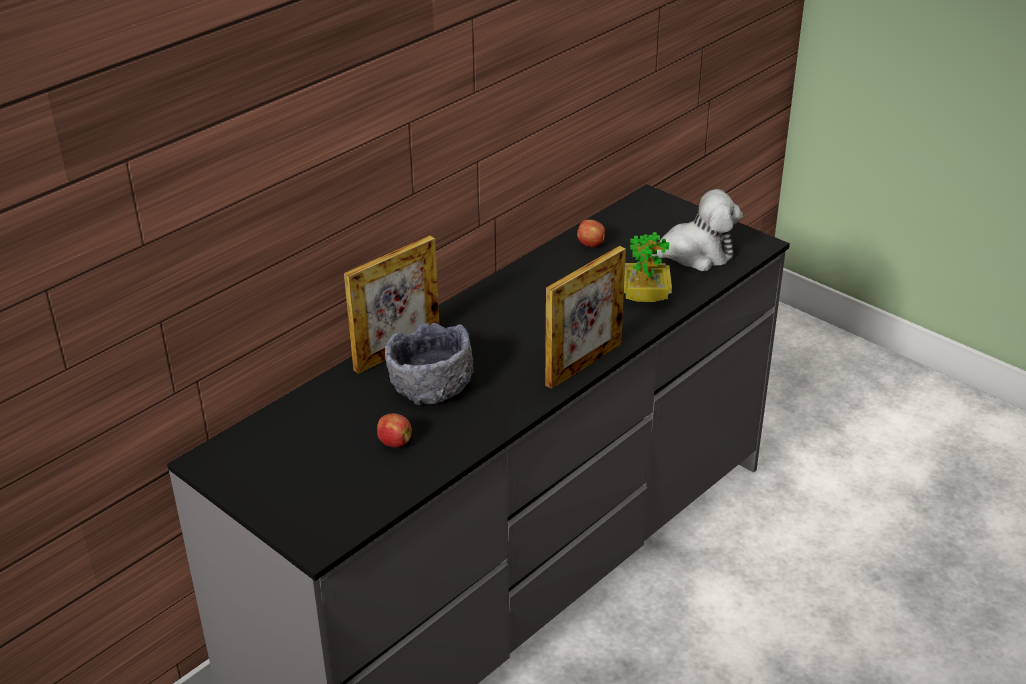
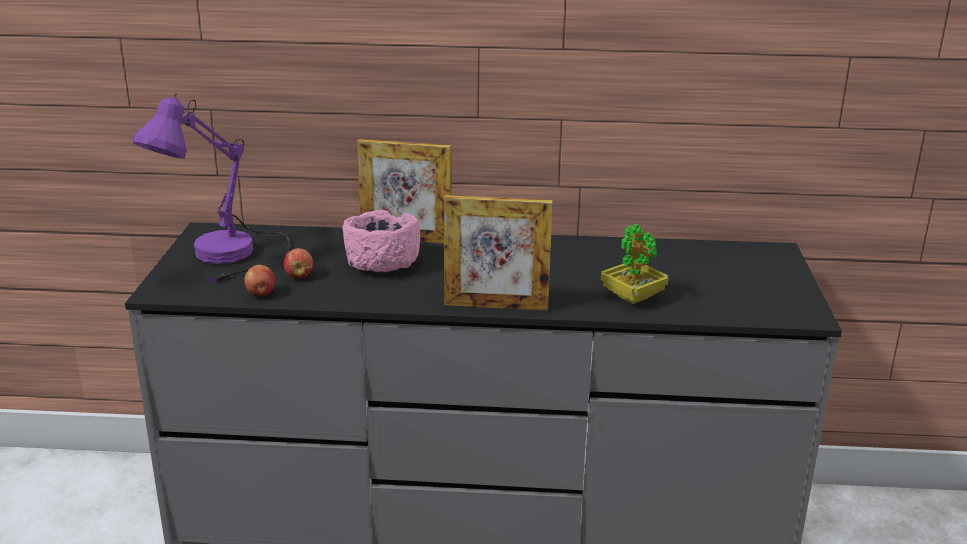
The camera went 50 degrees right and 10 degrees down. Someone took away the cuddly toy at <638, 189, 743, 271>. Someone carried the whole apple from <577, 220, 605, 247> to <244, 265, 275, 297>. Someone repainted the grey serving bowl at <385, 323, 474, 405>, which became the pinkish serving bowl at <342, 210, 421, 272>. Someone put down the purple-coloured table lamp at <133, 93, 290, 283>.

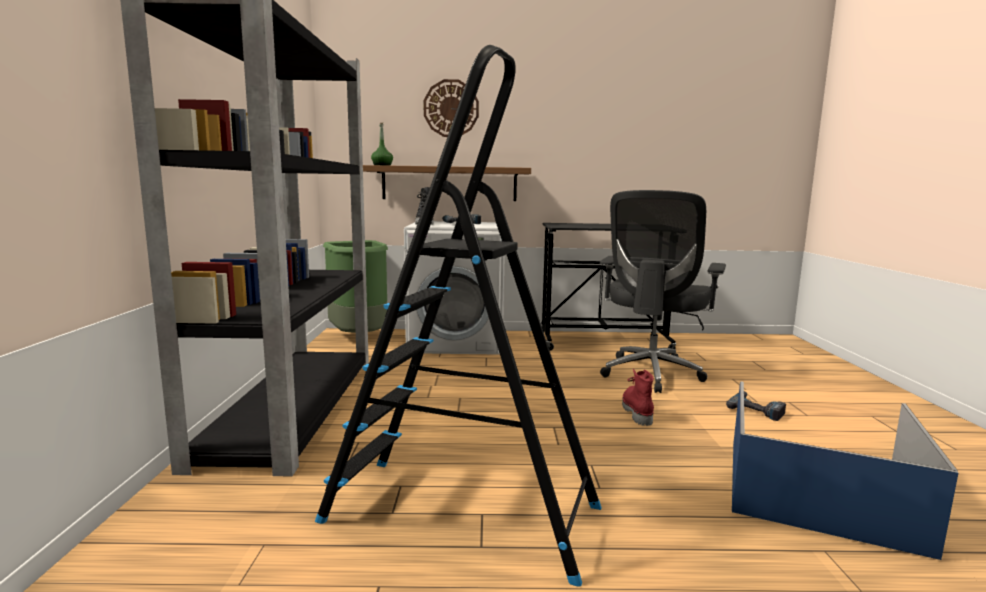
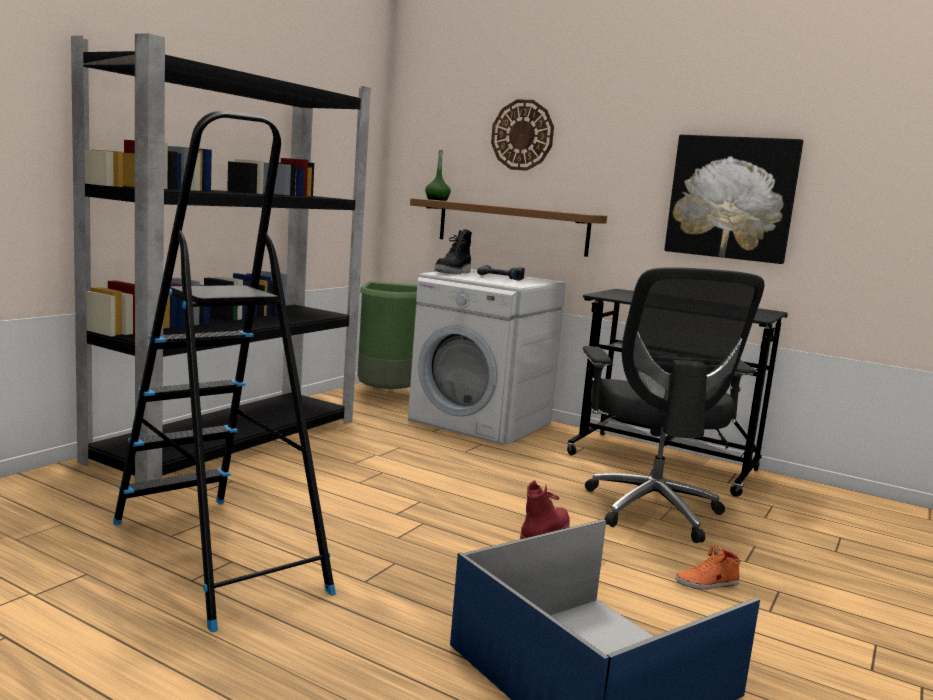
The camera went 30 degrees right and 0 degrees up. Someone rotated the computer chair at <600, 190, 726, 393> by 60 degrees counterclockwise. Someone swapped the drill at <726, 391, 786, 421> for the orange-coloured shoe at <676, 545, 740, 589>. Someone put up the wall art at <664, 135, 803, 264>.

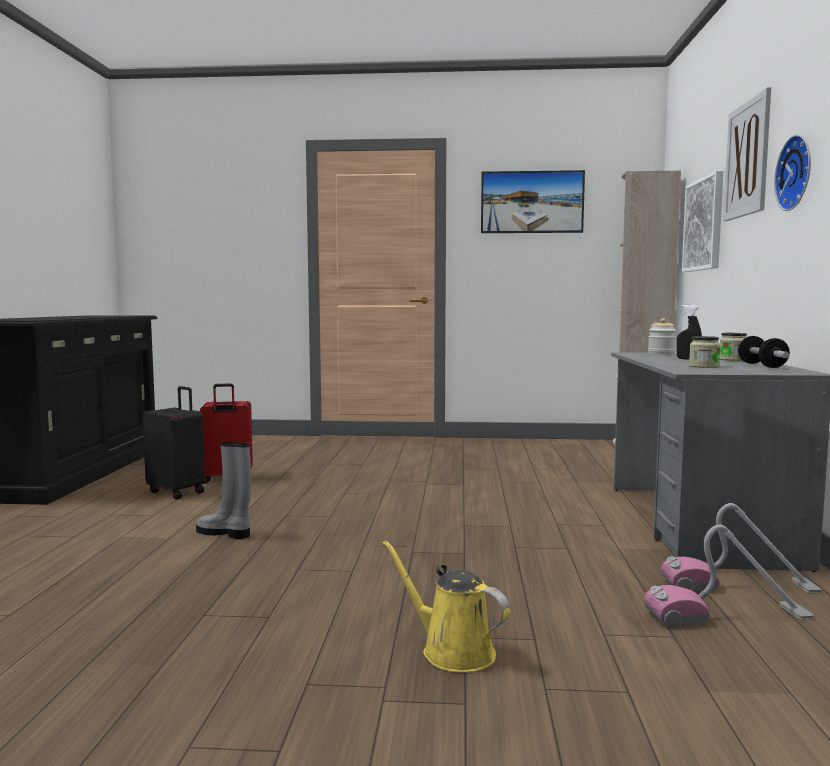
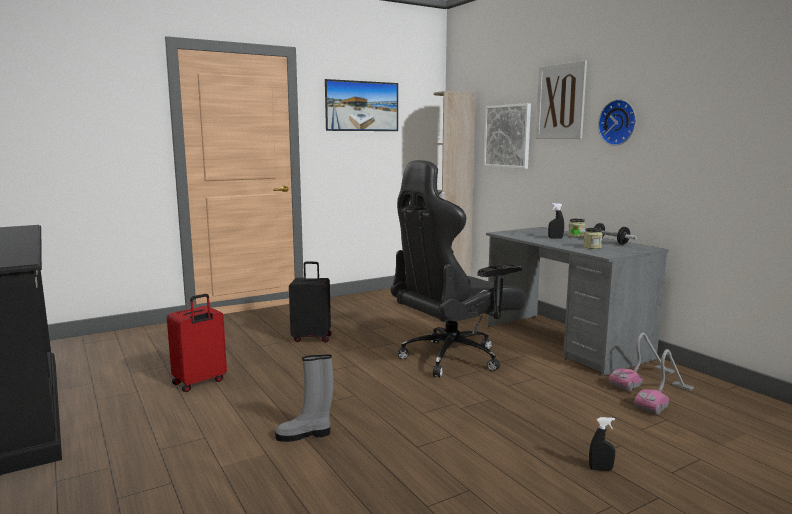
The camera went 35 degrees left and 5 degrees up. Someone took away the storage jar at <648, 318, 676, 354>. Someone carried the black-coloured suitcase from <142, 386, 205, 499> to <289, 262, 331, 343>. Someone swapped the yellow-coloured sprinkling can at <383, 540, 510, 672> for the black-coloured sprayer at <589, 417, 615, 471>. Someone put down the black-coloured computer chair at <391, 160, 526, 378>.

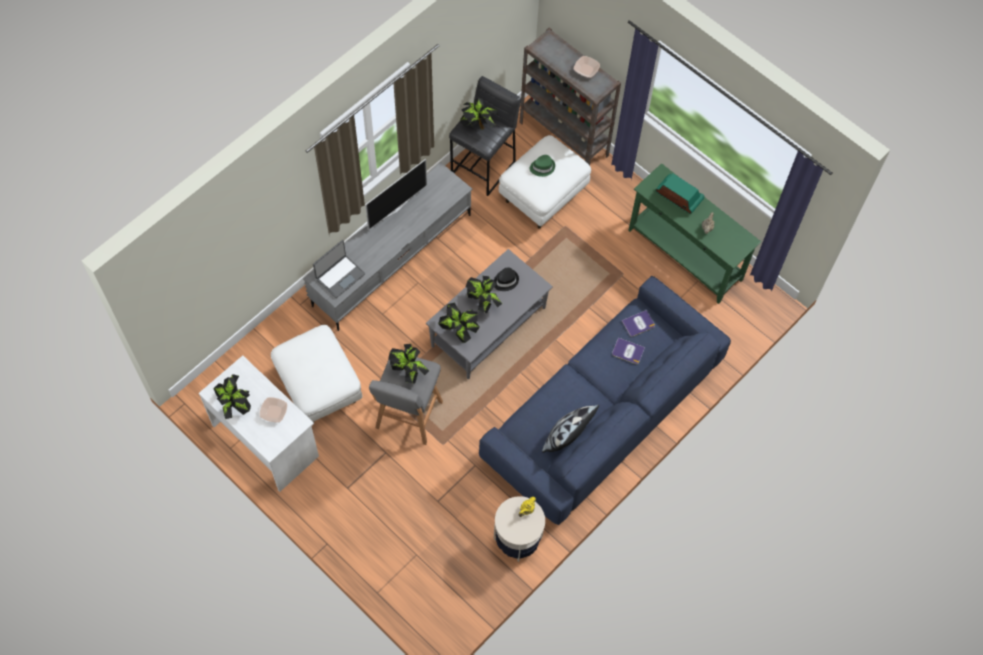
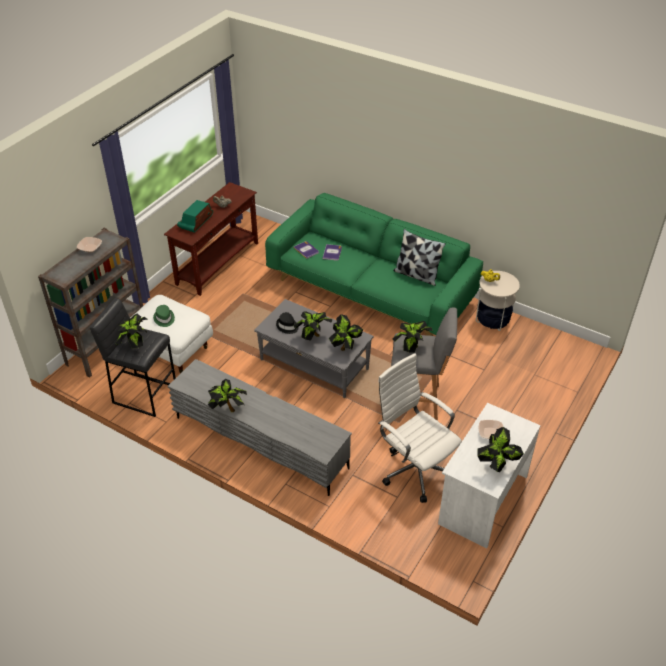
The camera went 100 degrees left and 20 degrees down. Someone swapped the television at <365, 159, 427, 230> for the plant in a pot at <208, 379, 247, 412>. Someone repainted the green-coloured console table at <628, 163, 761, 304>, which became the brown console table at <164, 182, 258, 296>. Someone took away the notebook computer at <313, 240, 365, 298>. Someone repainted the blue-coloured sofa at <479, 276, 731, 525>, which became the green-coloured sofa at <265, 193, 483, 336>. Someone swapped the white-coloured ottoman at <271, 325, 362, 422> for the white-coloured computer chair at <378, 353, 462, 503>.

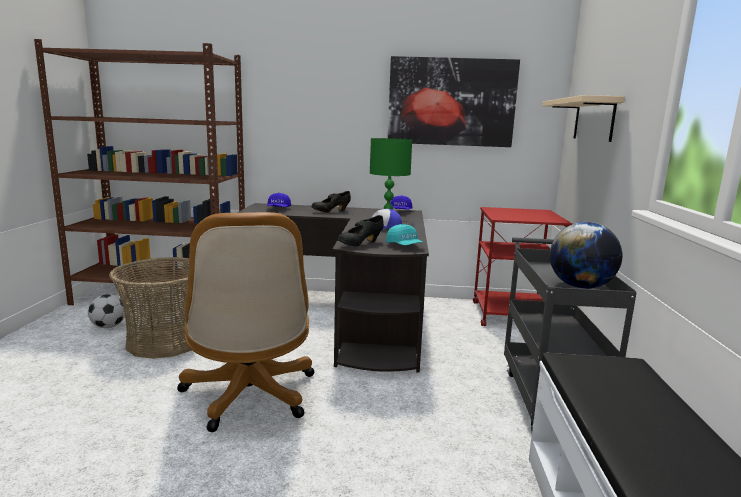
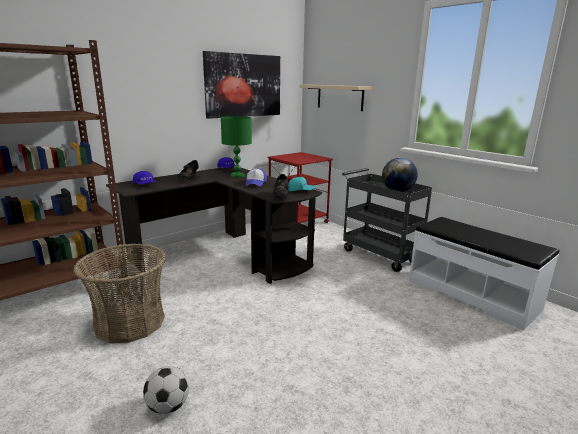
The camera went 45 degrees left and 5 degrees up. Someone took away the computer chair at <177, 212, 314, 432>. Someone carried the football ball from <88, 294, 125, 328> to <143, 366, 189, 414>.

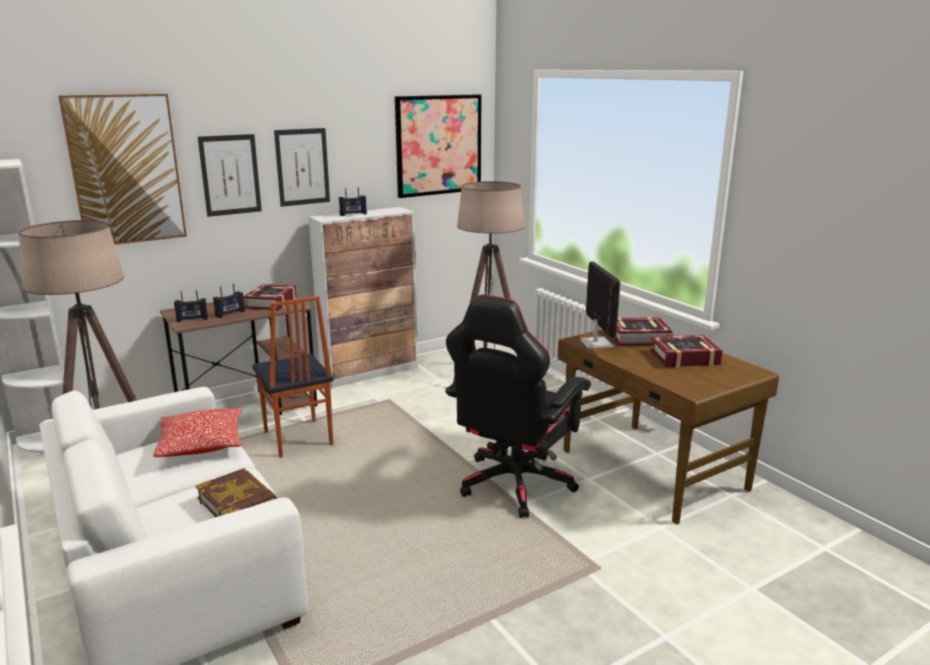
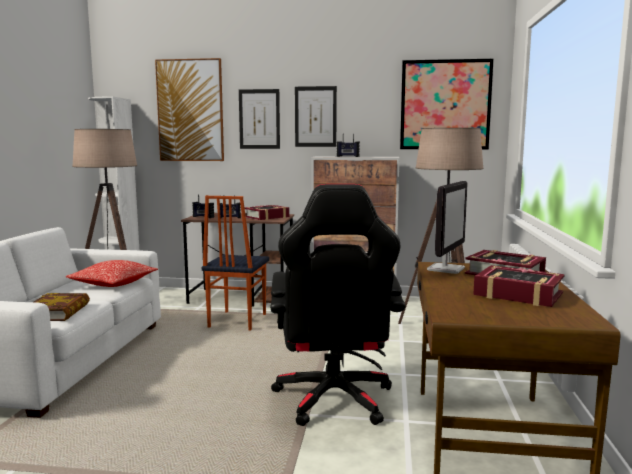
The camera went 40 degrees right and 10 degrees down. Someone rotated the black-coloured computer chair at <445, 294, 591, 518> by 75 degrees counterclockwise.

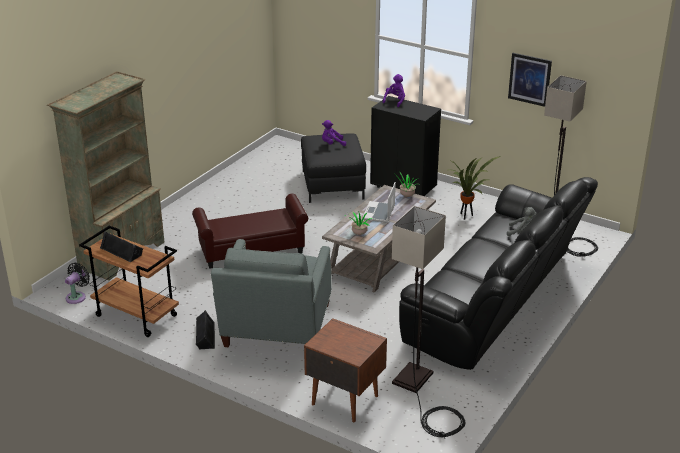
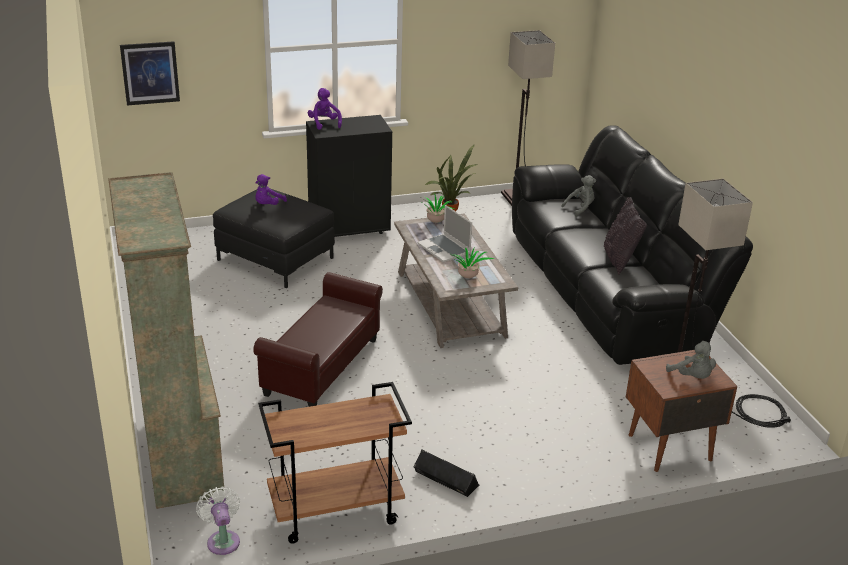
The camera went 50 degrees left and 0 degrees up. Someone carried the wall art from <508, 53, 552, 107> to <120, 41, 180, 105>. Someone took away the black-coloured audio speaker at <100, 231, 143, 262>. Someone took away the grey easy chair at <211, 239, 332, 347>. Someone repainted the black-coloured cooling fan at <65, 263, 90, 304>, which became the white-coloured cooling fan at <196, 486, 240, 555>. Someone put down the black-coloured throw pillow at <604, 197, 647, 275>. Someone put down the grey cuddly toy at <666, 341, 716, 379>.

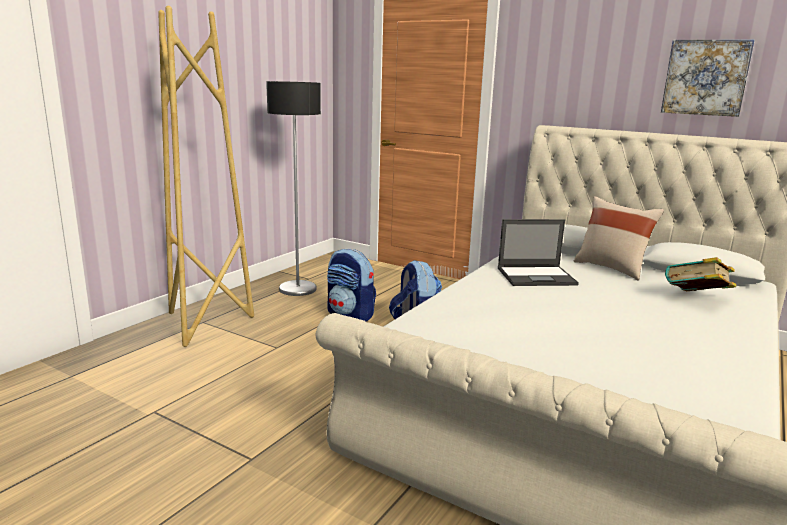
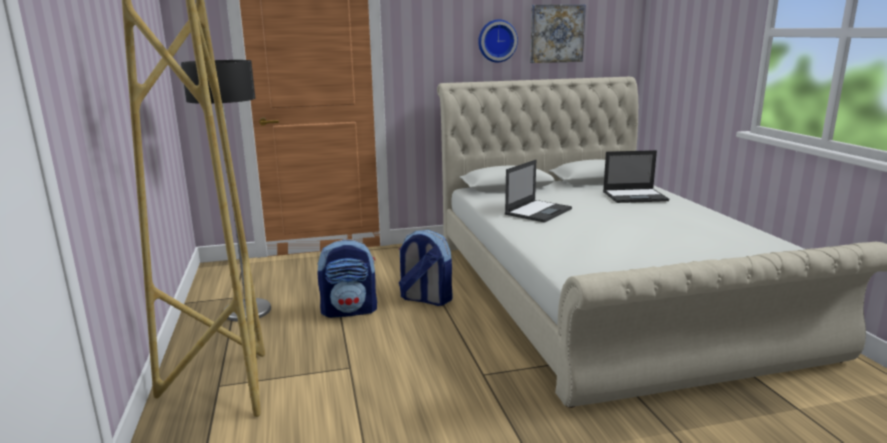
The camera went 45 degrees left and 0 degrees up. Someone took away the beige-coloured throw pillow at <574, 196, 664, 281>. Someone swapped the volume at <665, 257, 736, 291> for the notebook computer at <603, 150, 669, 203>. Someone put up the clock on the wall at <478, 19, 518, 62>.

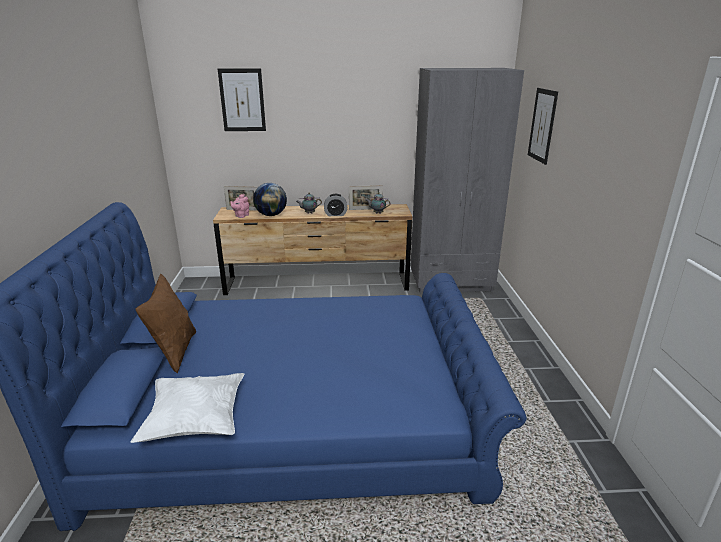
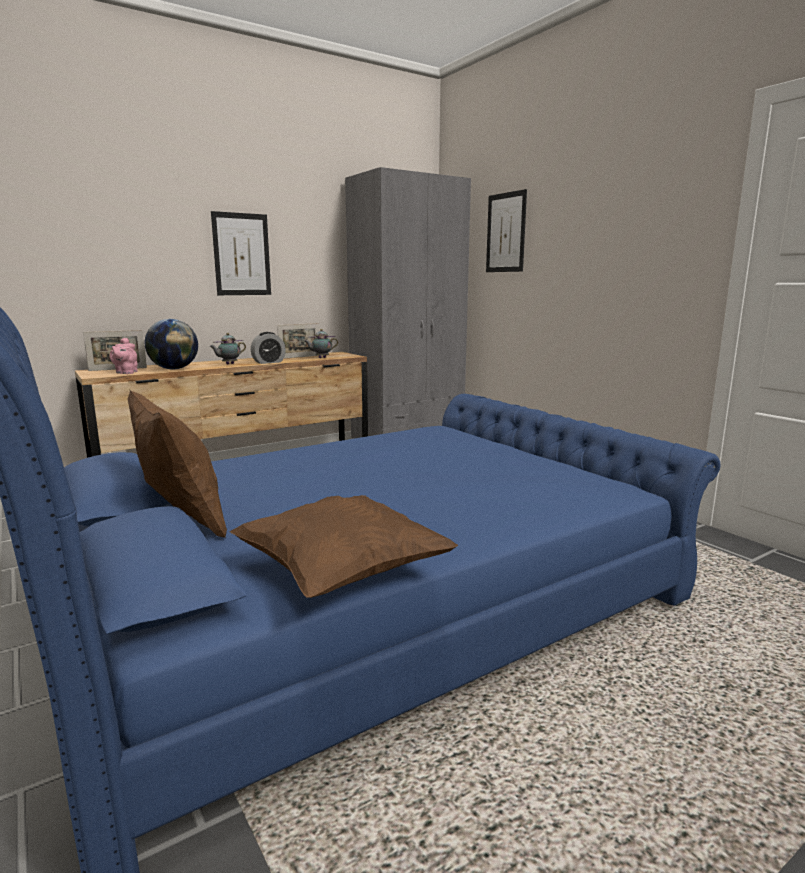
The camera went 30 degrees left and 10 degrees down. Someone carried the wall art from <218, 69, 266, 131> to <211, 211, 271, 295>. Someone repainted the white-coloured throw pillow at <131, 373, 244, 443>, which became the brown throw pillow at <230, 495, 458, 598>.

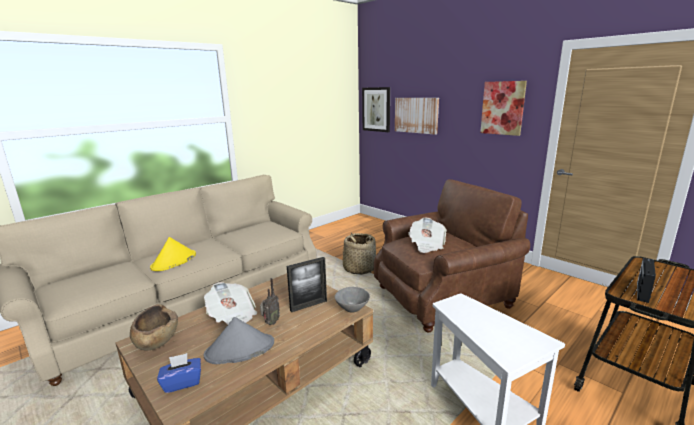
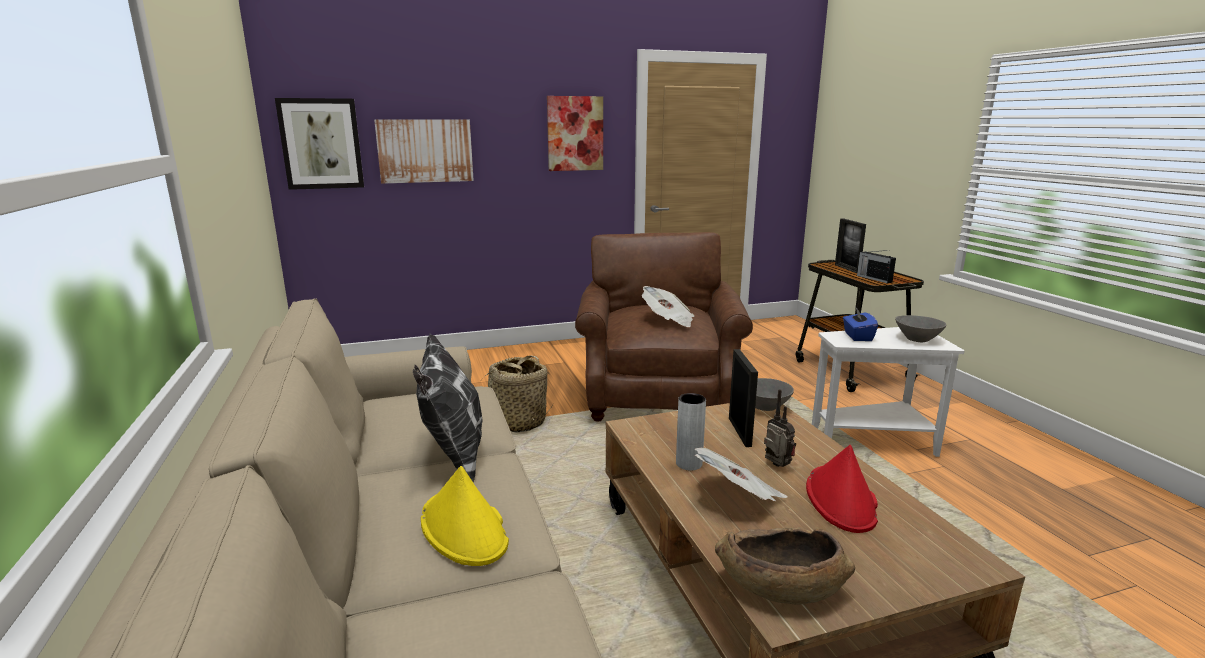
The camera went 65 degrees left and 0 degrees up. Someone repainted the grey hat at <204, 317, 274, 364>, which became the red-coloured hat at <806, 445, 878, 533>. Someone carried the blue-coloured tissue box from <157, 353, 201, 393> to <843, 308, 878, 341>. Someone put down the standing frame at <835, 218, 866, 273>. Someone put down the grey serving bowl at <895, 315, 946, 342>. Someone put down the throw pillow at <413, 334, 483, 483>. Someone put down the grey flower vase at <676, 393, 706, 471>.

